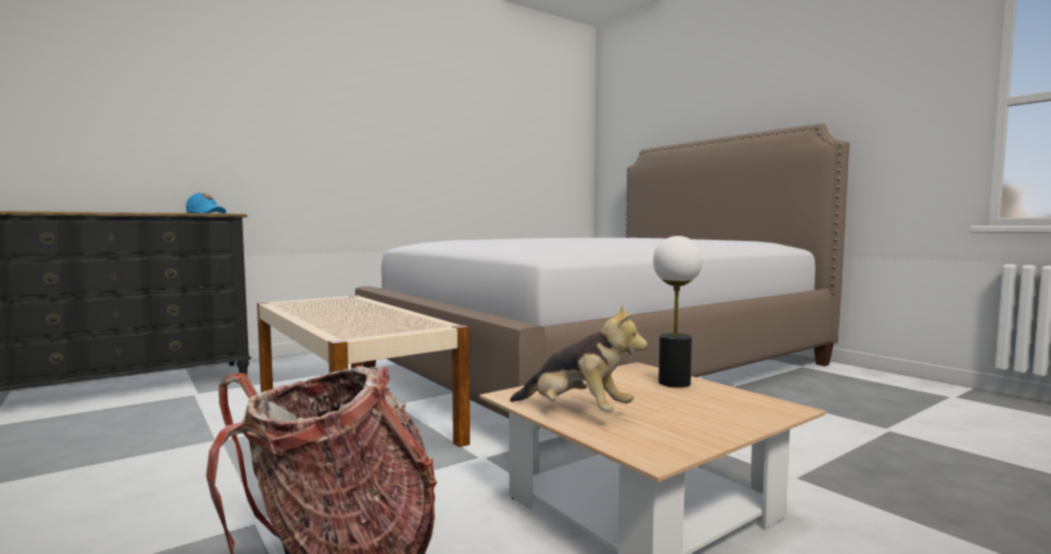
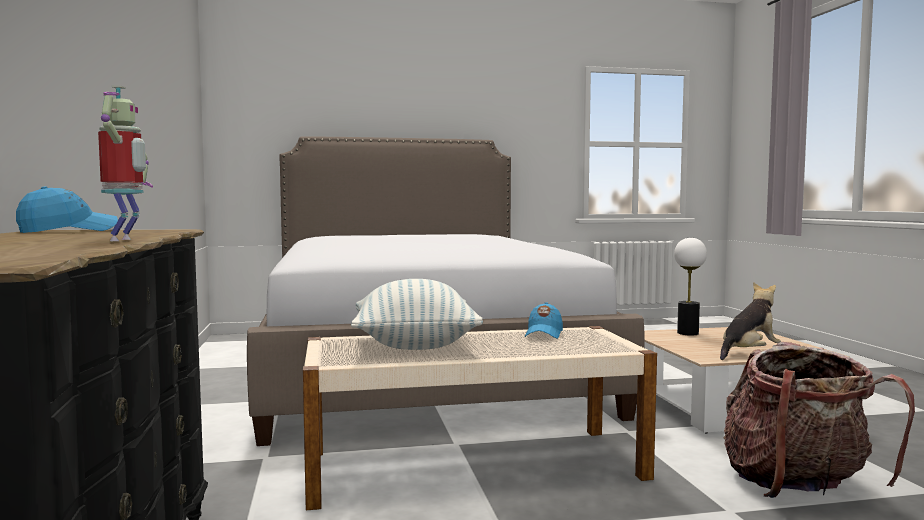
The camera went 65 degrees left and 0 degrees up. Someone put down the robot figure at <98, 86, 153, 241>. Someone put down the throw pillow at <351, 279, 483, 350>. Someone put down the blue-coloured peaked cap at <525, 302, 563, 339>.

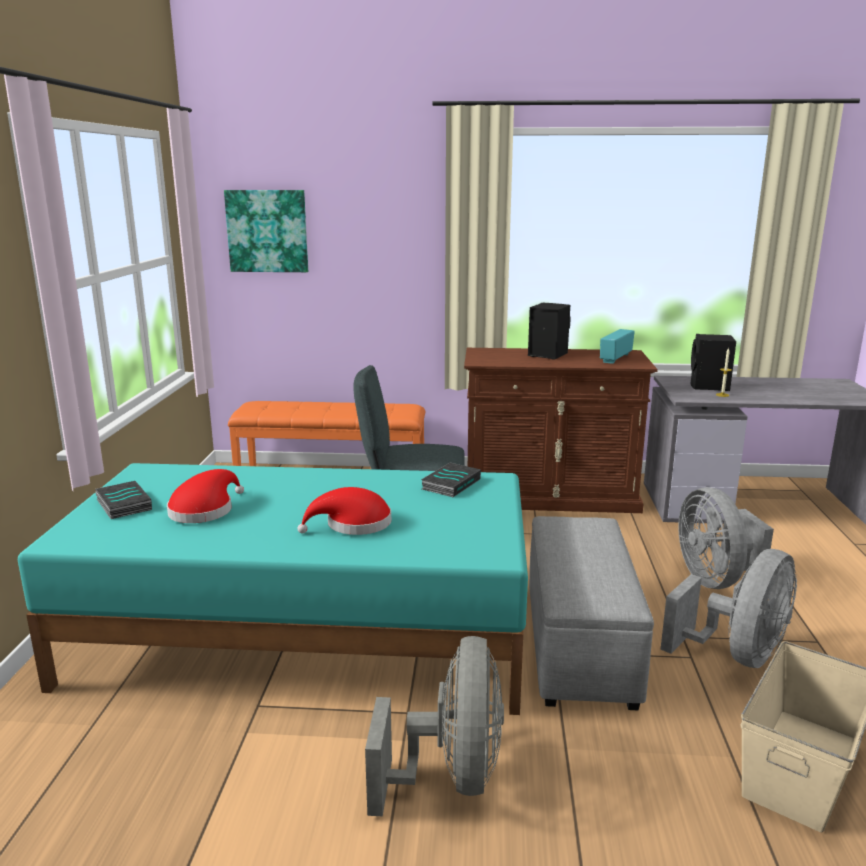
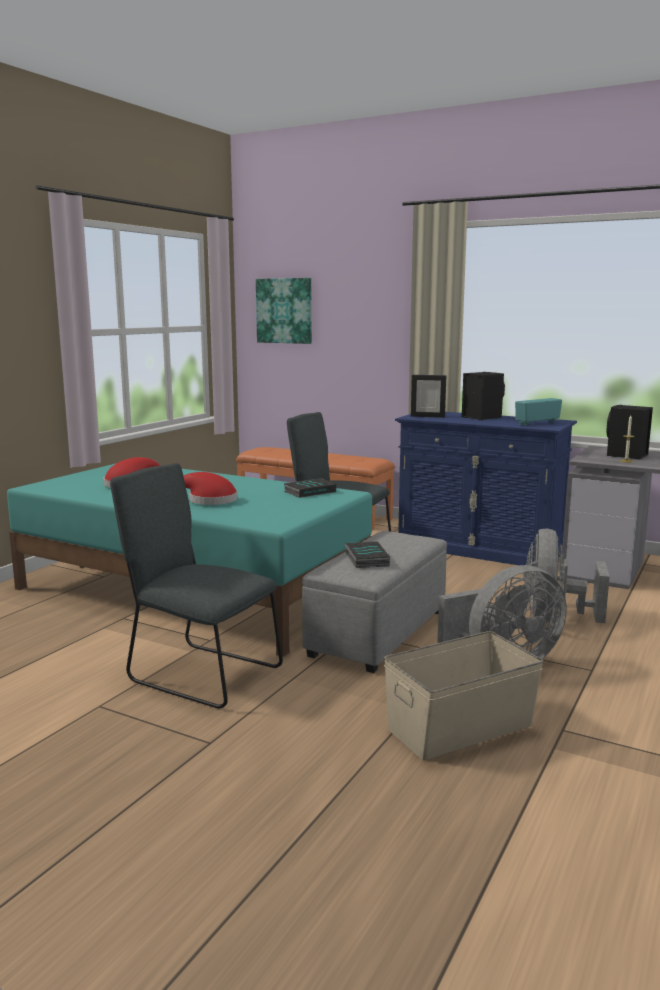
The camera went 25 degrees right and 5 degrees down. Someone repainted the brown dresser at <464, 348, 658, 513>, which became the blue-coloured dresser at <395, 412, 577, 566>. Someone carried the volume from <95, 481, 152, 519> to <345, 541, 390, 568>. Someone swapped the grey cooling fan at <365, 636, 504, 817> for the grey upright chair at <110, 463, 283, 709>. Someone put down the standing frame at <411, 375, 447, 418>.

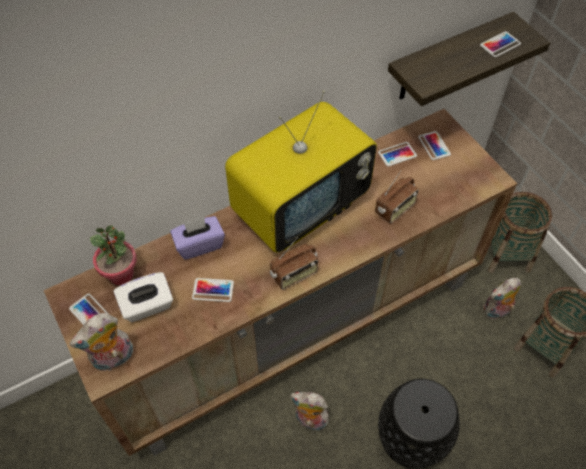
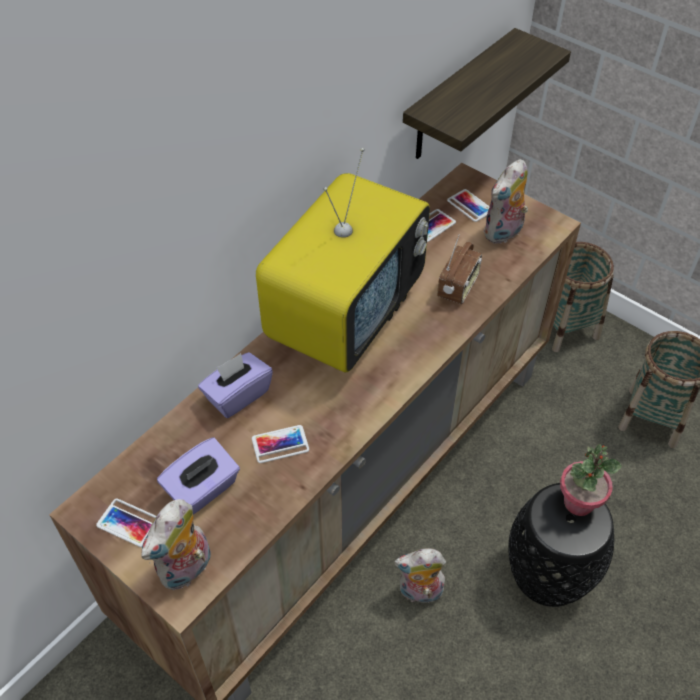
The camera went 20 degrees left and 5 degrees down. Someone took away the handset at <480, 31, 521, 57>. Someone carried the plant in a pot from <90, 225, 137, 285> to <560, 443, 621, 516>. Someone took away the radio at <270, 237, 318, 290>. Someone repainted the white-coloured tissue box at <113, 272, 173, 322>, which became the purple-coloured tissue box at <157, 437, 240, 514>. Someone carried the cuddly toy from <483, 278, 521, 320> to <483, 159, 528, 244>.

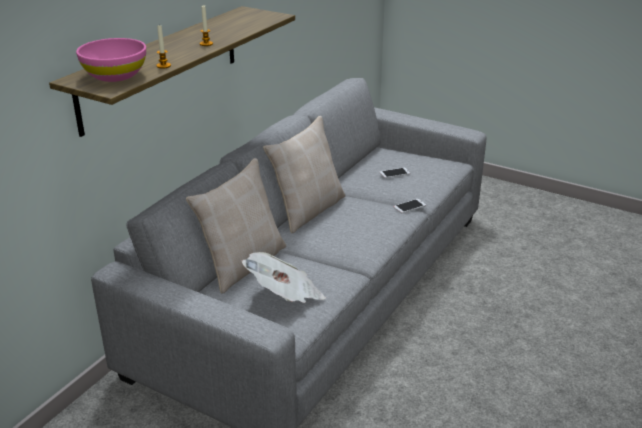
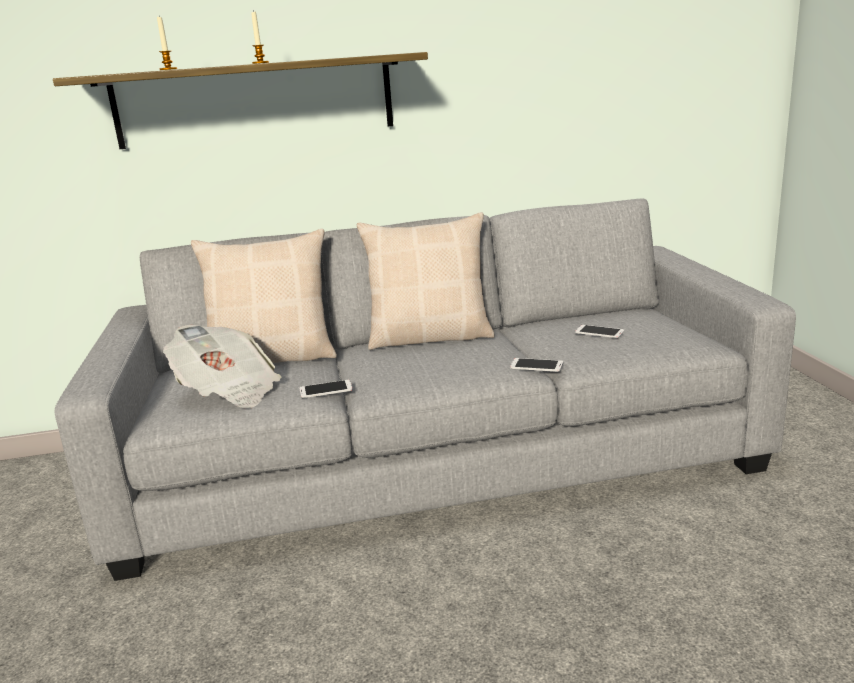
The camera went 50 degrees right and 10 degrees down. Someone took away the pinkish serving bowl at <76, 38, 146, 82>. Someone put down the handset at <300, 380, 353, 398>.

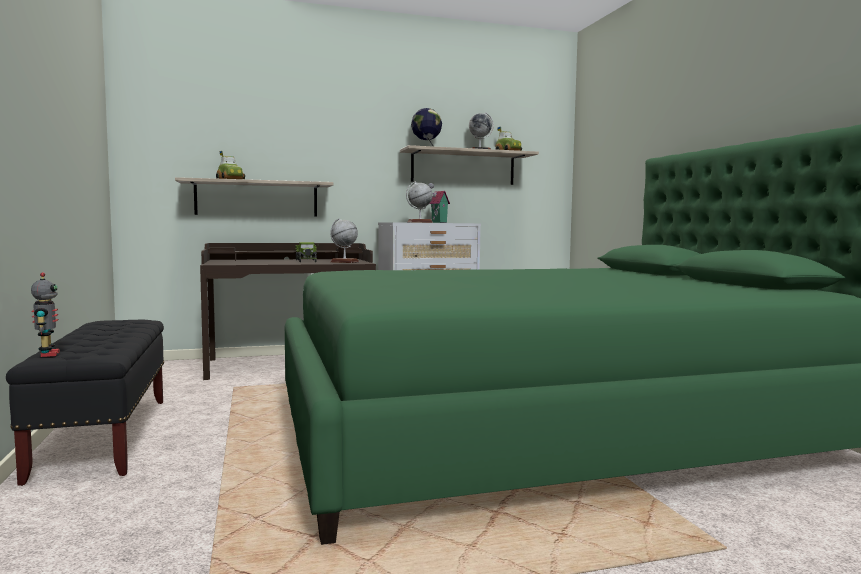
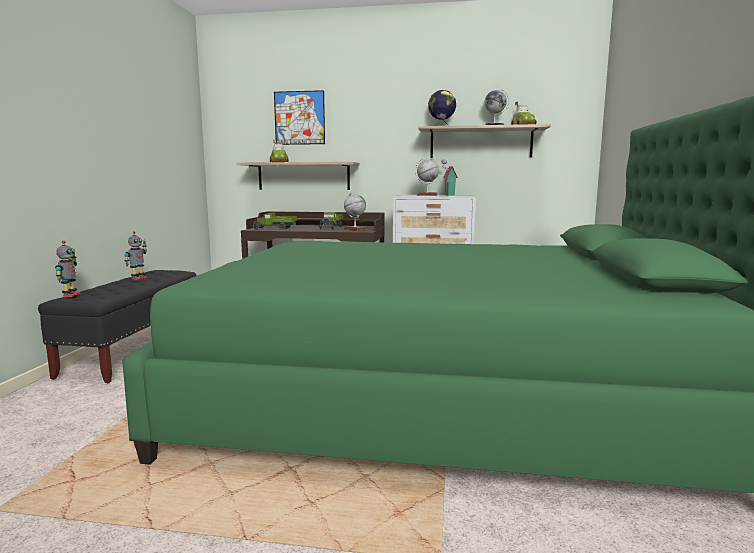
The camera went 25 degrees right and 5 degrees up. Someone put up the wall art at <274, 90, 325, 145>. Someone put down the toy truck at <252, 213, 297, 230>. Someone put down the robot figure at <124, 231, 147, 280>.

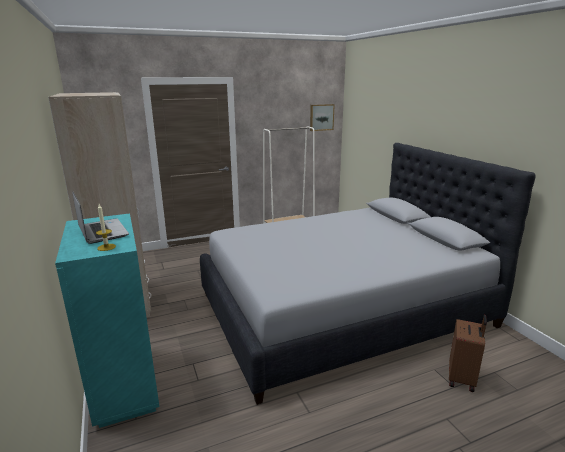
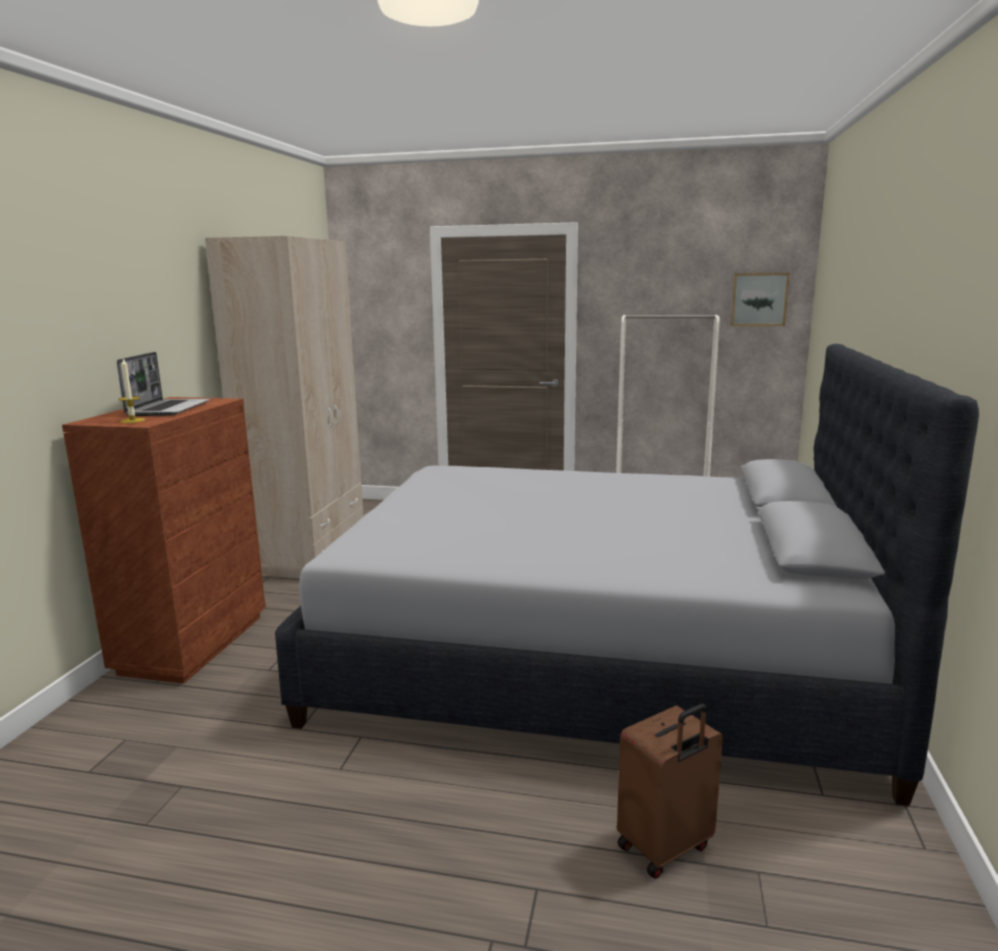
The camera went 35 degrees right and 5 degrees down. Someone repainted the blue-green dresser at <55, 213, 159, 428>, which became the brown dresser at <62, 397, 266, 684>.

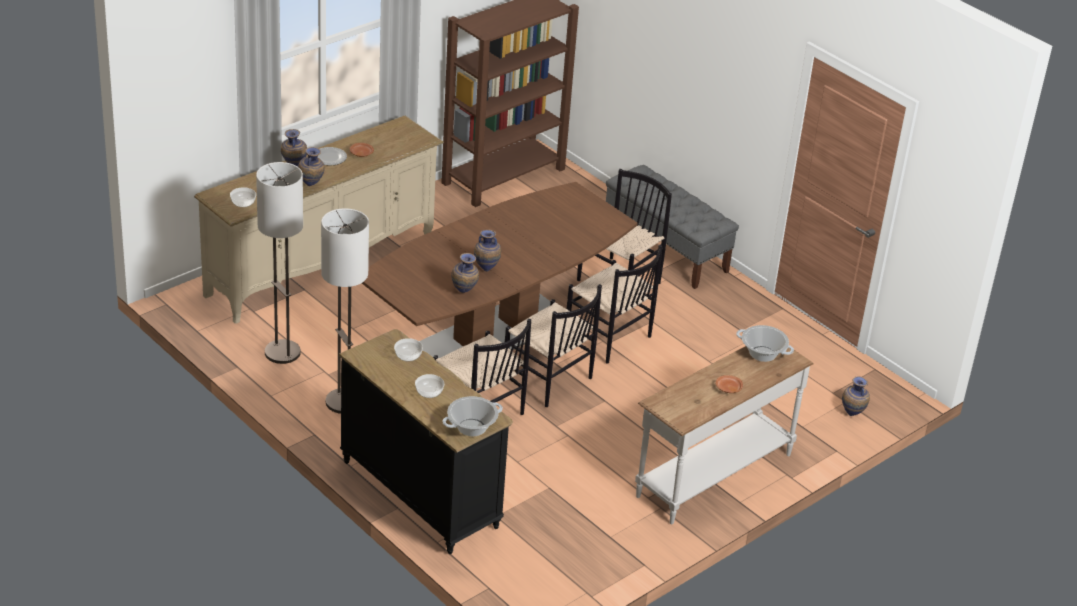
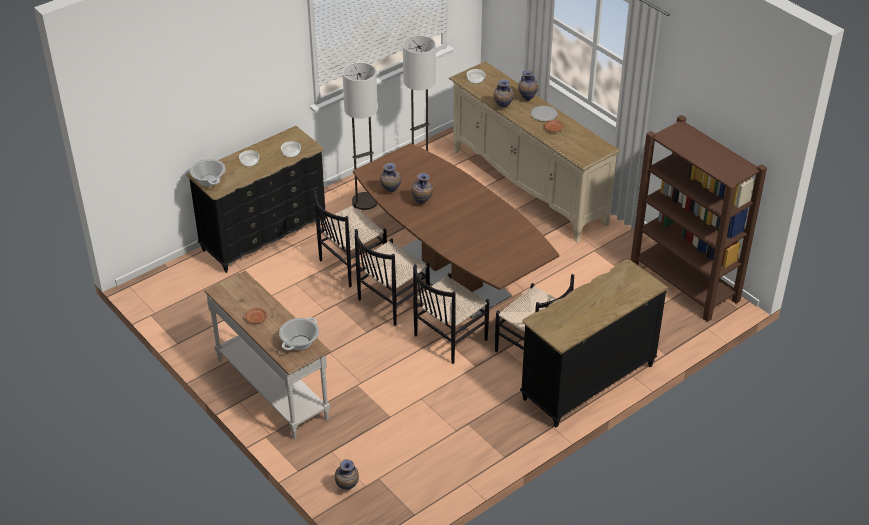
The camera went 95 degrees right and 5 degrees up. Someone swapped the grey indoor bench at <606, 165, 739, 289> for the black-coloured dresser at <520, 260, 669, 428>.

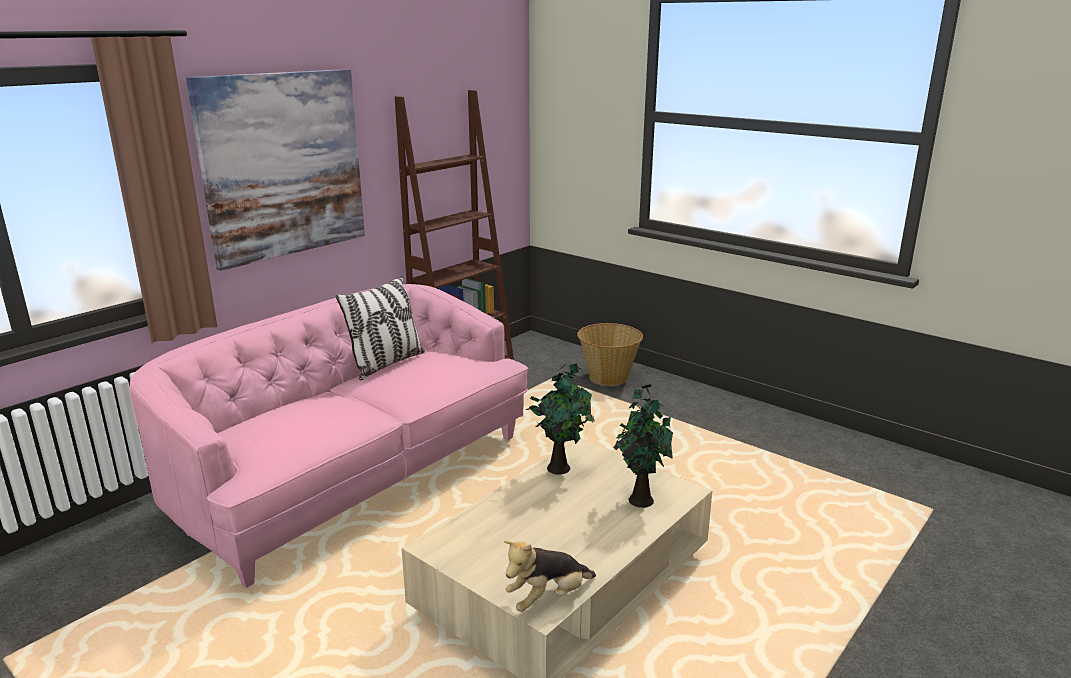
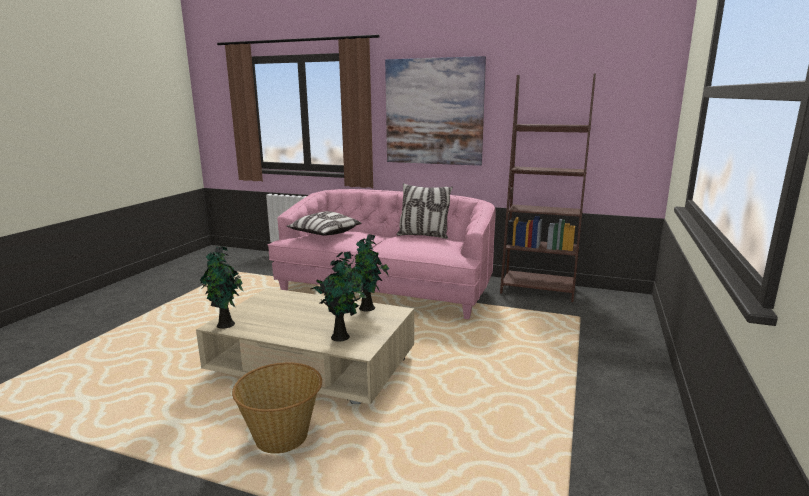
The camera went 70 degrees right and 5 degrees down. Someone carried the basket from <577, 323, 643, 386> to <232, 362, 322, 454>. Someone swapped the cuddly toy at <504, 541, 596, 612> for the plant in a pot at <200, 246, 244, 329>. Someone put down the throw pillow at <287, 211, 362, 236>.

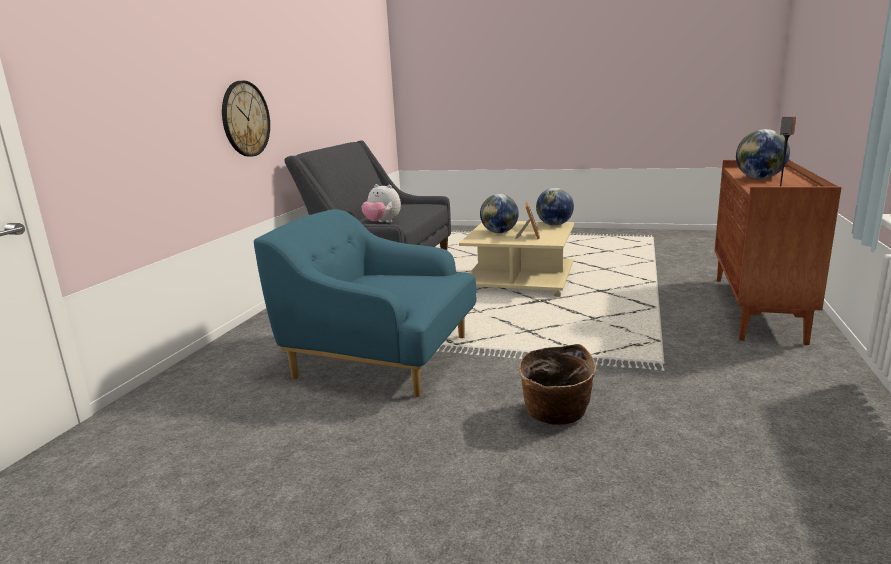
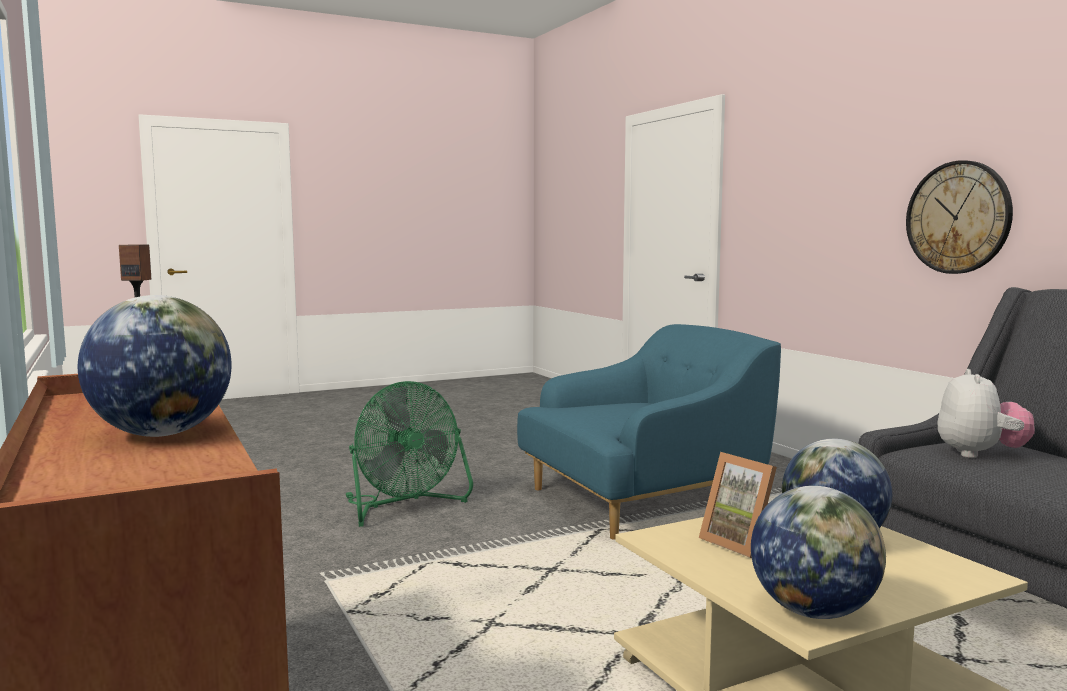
The camera went 135 degrees right and 10 degrees down. Someone rotated the cuddly toy at <361, 184, 401, 223> by 120 degrees clockwise. Someone swapped the basket at <519, 344, 597, 425> for the green-coloured cooling fan at <346, 381, 473, 527>.

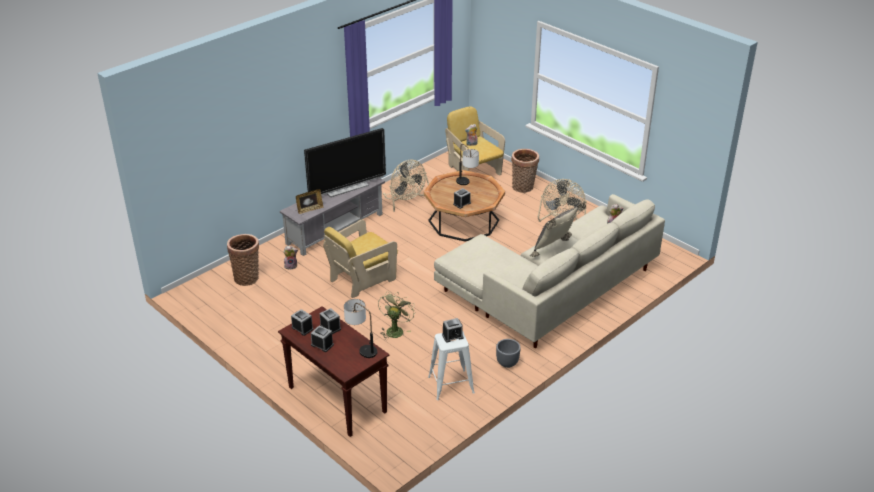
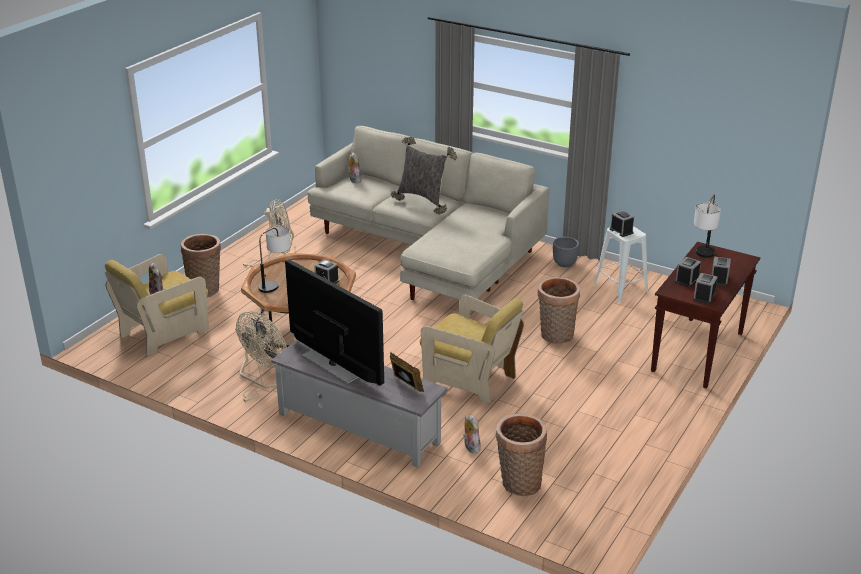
The camera went 105 degrees left and 5 degrees down. Someone swapped the green-coloured cooling fan at <378, 291, 416, 339> for the basket at <538, 277, 580, 344>.

